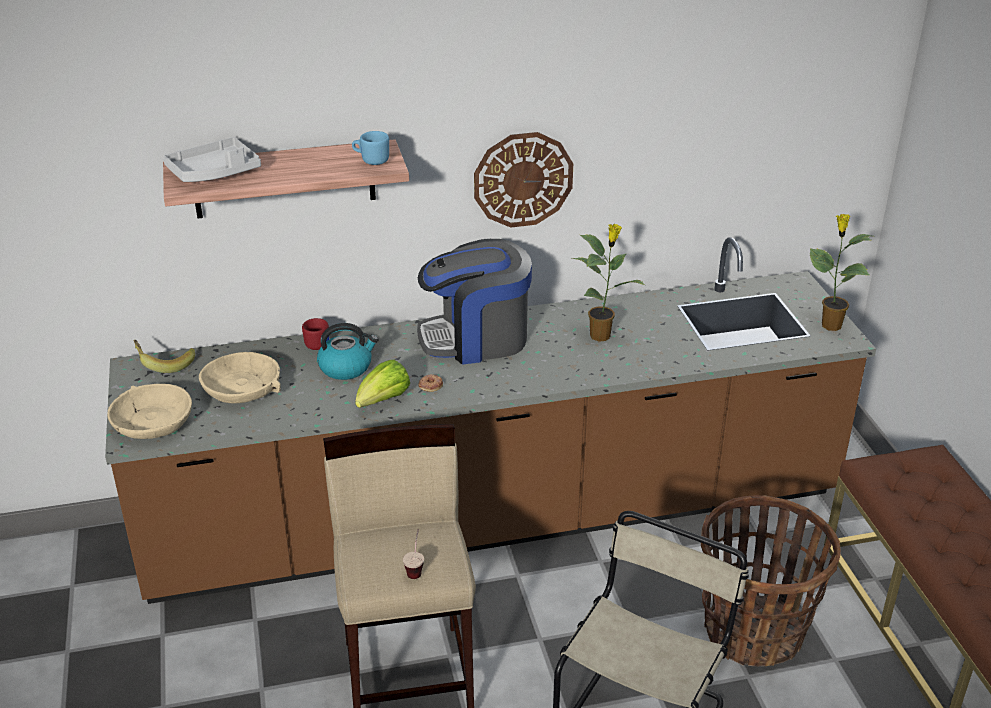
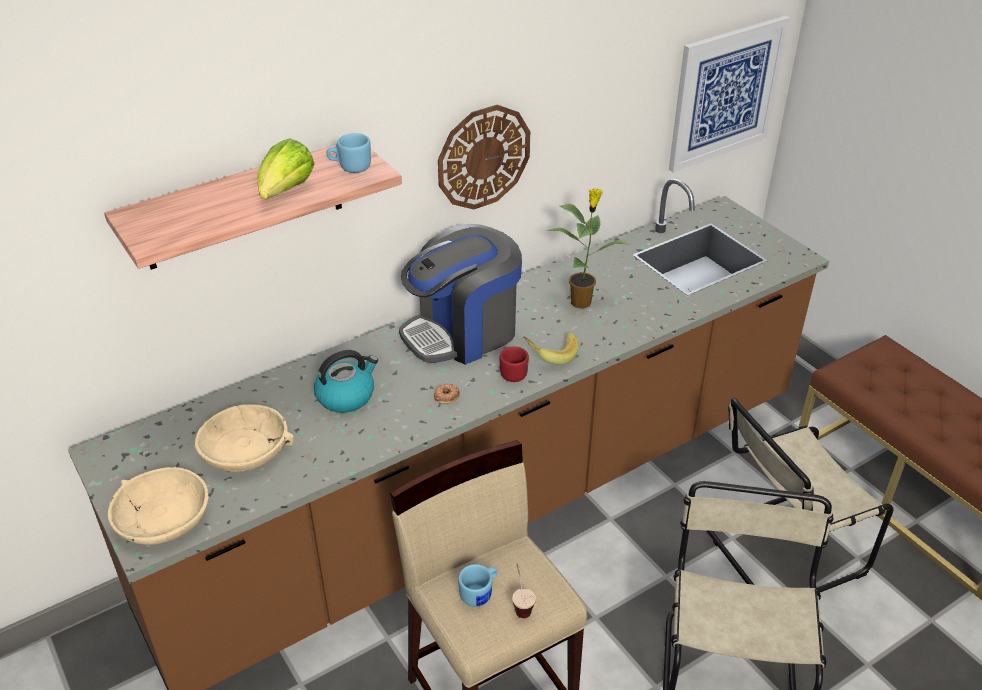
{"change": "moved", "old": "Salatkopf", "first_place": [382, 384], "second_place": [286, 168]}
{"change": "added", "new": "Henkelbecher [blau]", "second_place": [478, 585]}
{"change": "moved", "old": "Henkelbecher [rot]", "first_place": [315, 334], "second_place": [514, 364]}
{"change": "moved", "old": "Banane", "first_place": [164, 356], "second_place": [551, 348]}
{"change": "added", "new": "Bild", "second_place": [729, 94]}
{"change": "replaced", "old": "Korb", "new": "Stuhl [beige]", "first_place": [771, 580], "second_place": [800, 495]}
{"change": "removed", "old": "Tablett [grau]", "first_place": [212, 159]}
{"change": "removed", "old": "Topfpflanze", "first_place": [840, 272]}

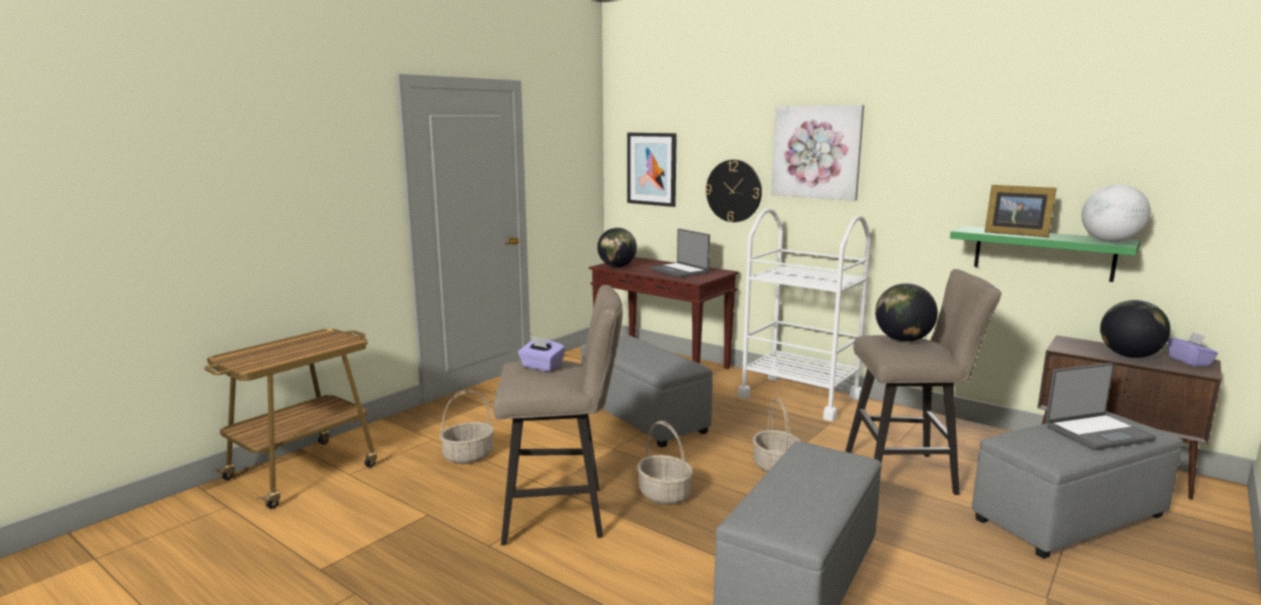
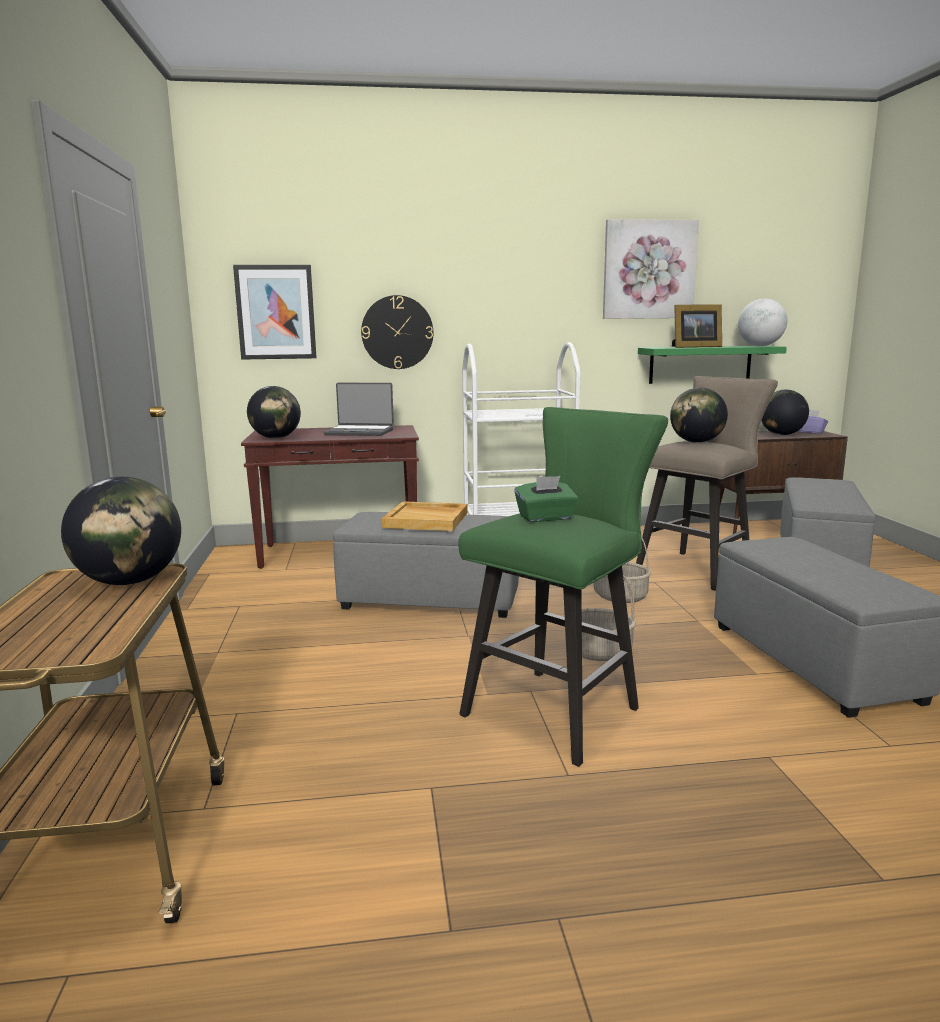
{"change": "added", "new": "Globus", "second_place": [121, 531]}
{"change": "added", "new": "Tablett [beige]", "second_place": [425, 516]}
{"change": "recoloured", "old": "Hocker [beige]", "new": "Hocker [grün]", "first_place": [558, 415], "second_place": [563, 587]}
{"change": "recoloured", "old": "Taschentuchbox [lila]", "new": "Taschentuchbox [grün]", "first_place": [541, 354], "second_place": [546, 499]}
{"change": "moved", "old": "Bild", "first_place": [817, 153], "second_place": [651, 269]}
{"change": "removed", "old": "Korb", "first_place": [466, 427]}
{"change": "removed", "old": "Laptop", "first_place": [1100, 406]}

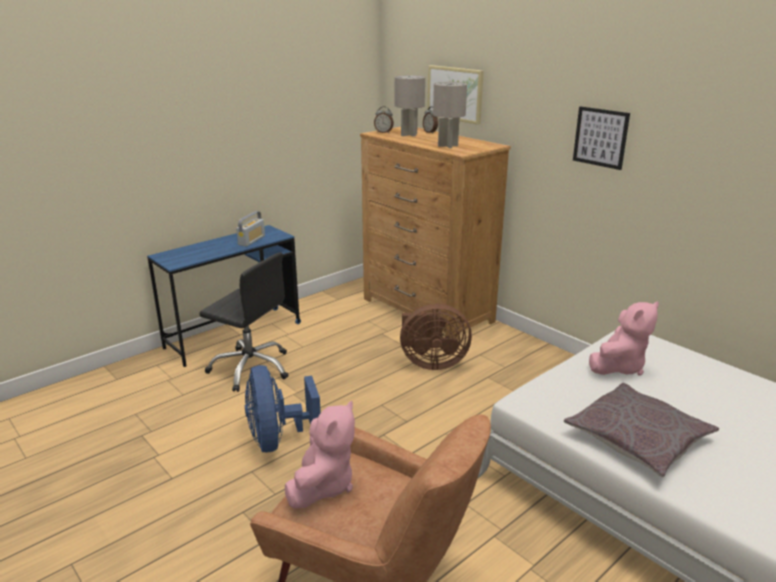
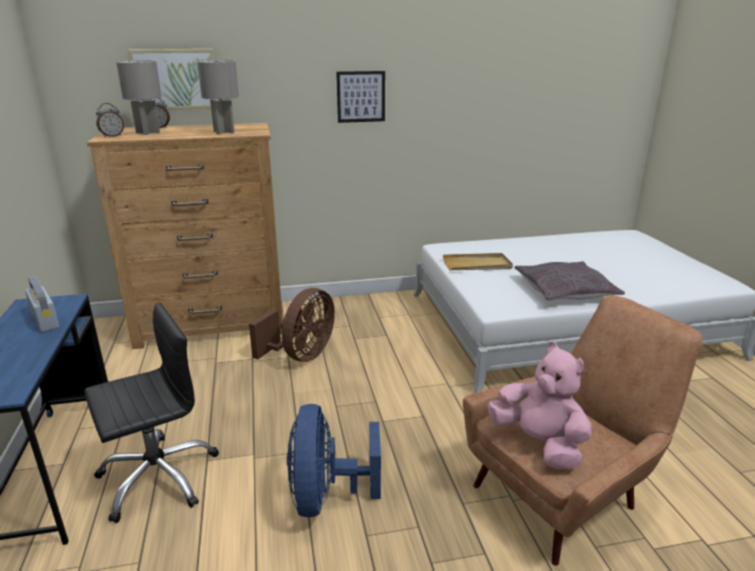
{"change": "turned", "old": "Ventilator [blau]", "first_place": [283, 408], "second_place": [334, 460], "degrees": 75}
{"change": "replaced", "old": "Plüschtier [rosa]", "new": "Tablett [beige]", "first_place": [624, 338], "second_place": [478, 261]}

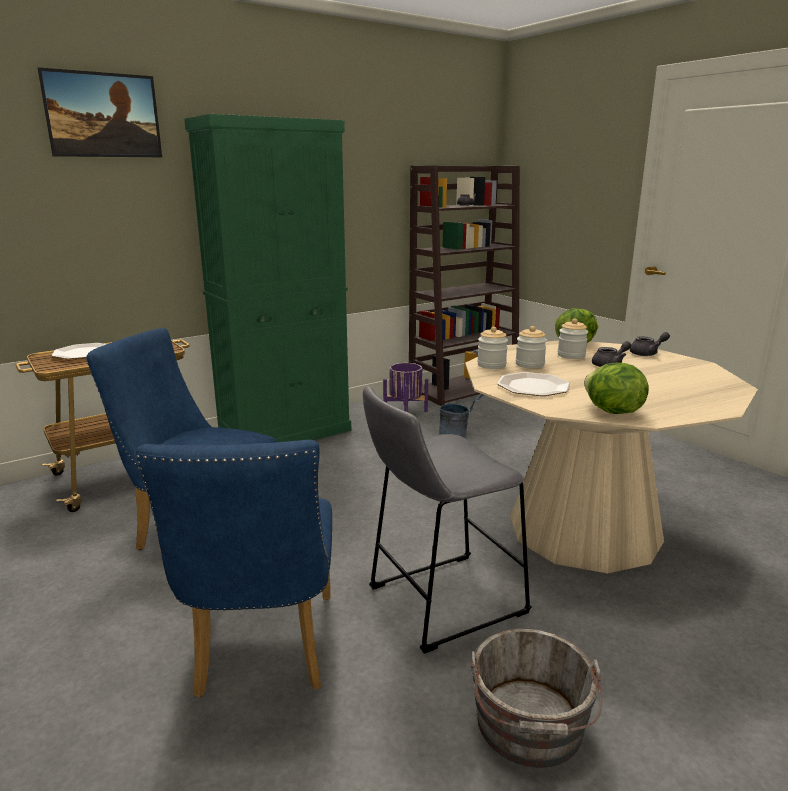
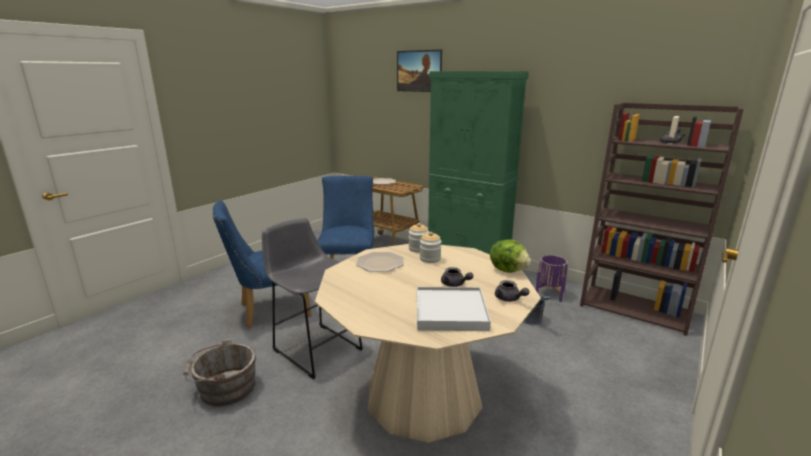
{"change": "added", "new": "Tablett [weiß]", "second_place": [454, 309]}
{"change": "removed", "old": "Vorratsglas", "first_place": [572, 339]}
{"change": "removed", "old": "Salatkopf", "first_place": [616, 388]}

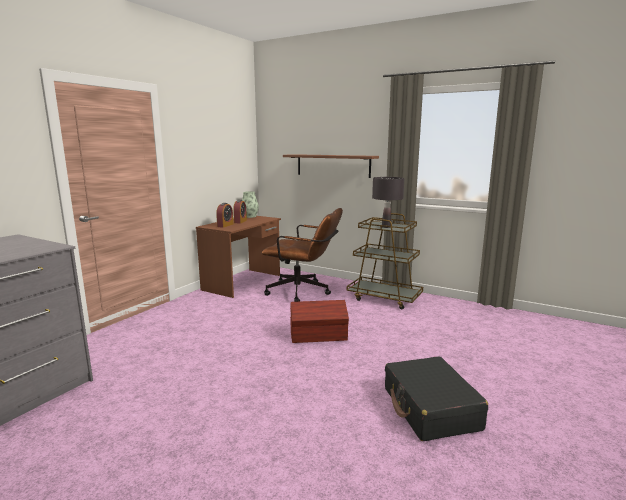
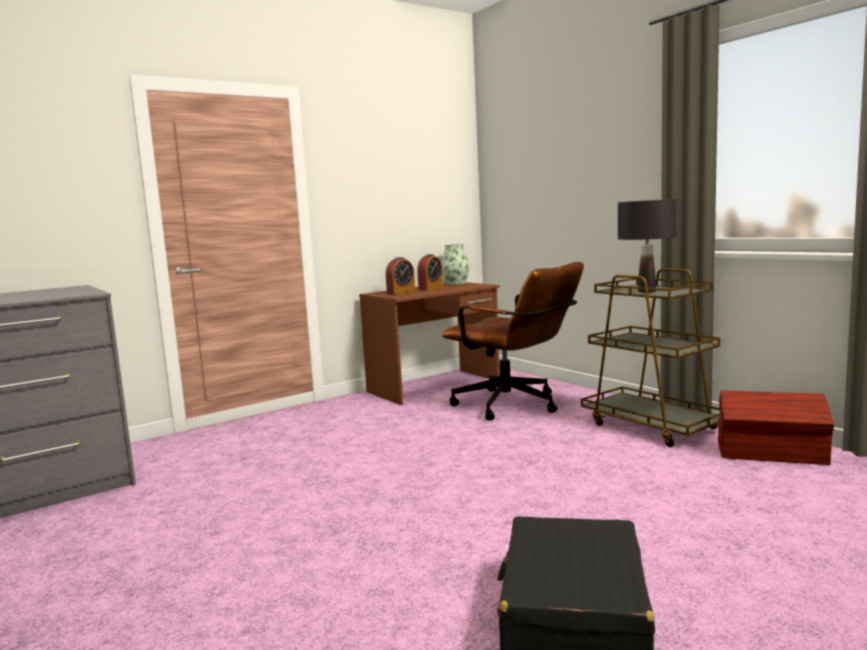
{"change": "moved", "old": "Aufbewahrungsbox [braun]", "first_place": [319, 321], "second_place": [776, 428]}
{"change": "removed", "old": "Wandregal [braun]", "first_place": [331, 166]}

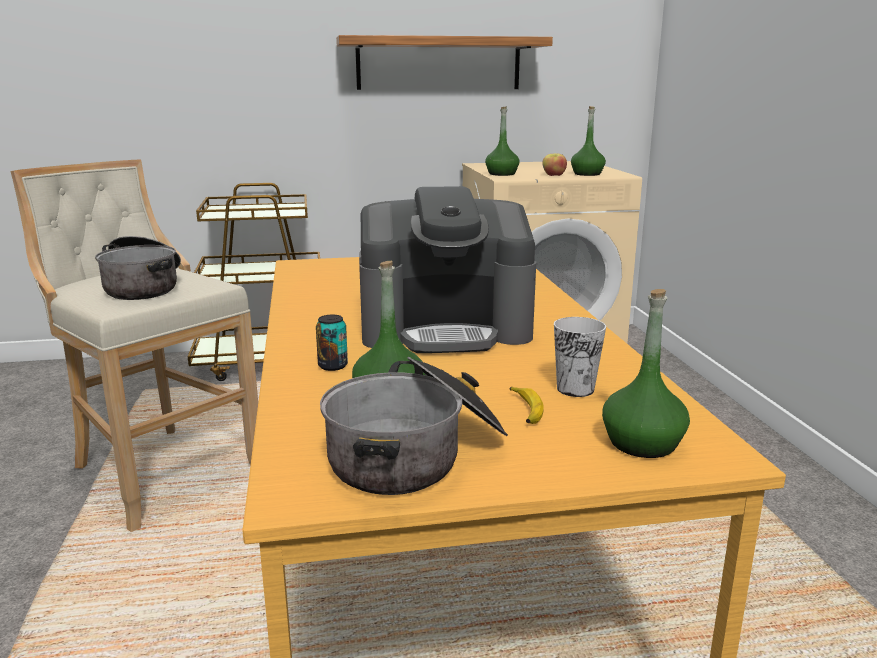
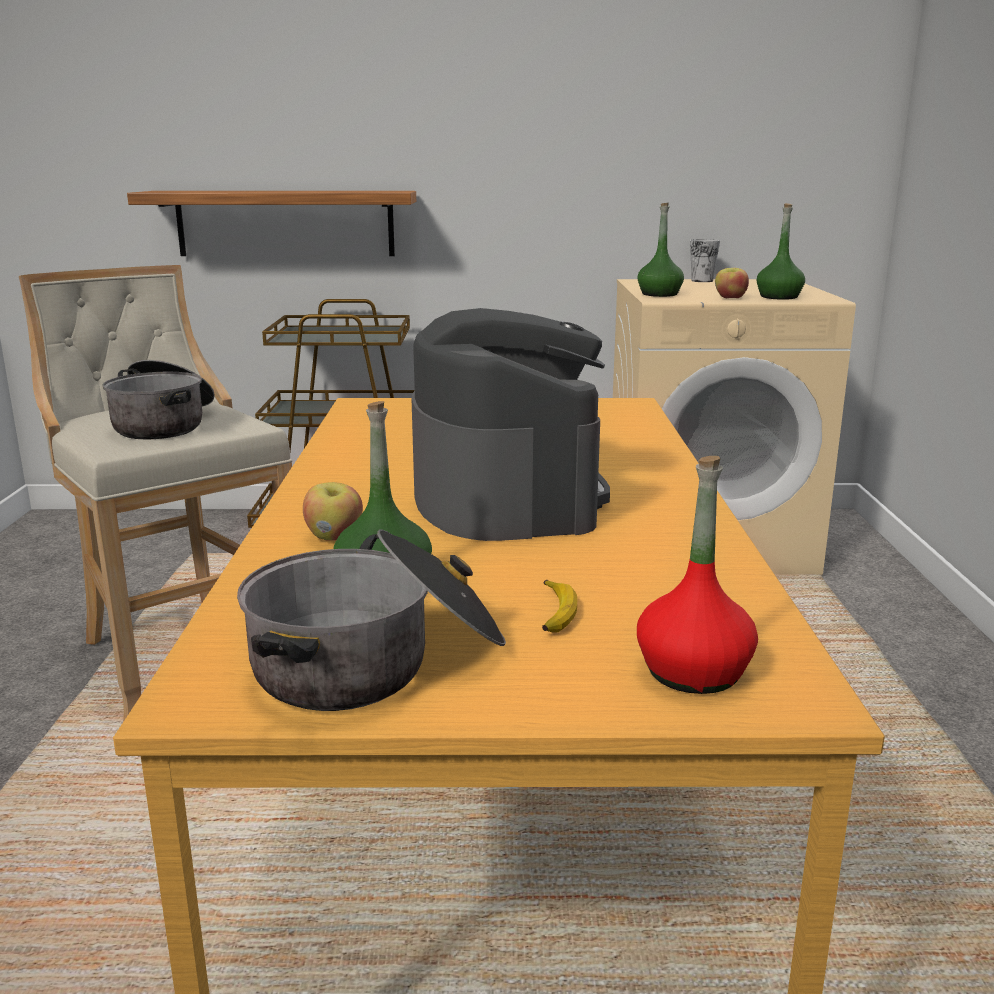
{"change": "moved", "old": "Wandregal", "first_place": [444, 62], "second_place": [271, 223]}
{"change": "replaced", "old": "Dose", "new": "Apfel", "first_place": [332, 343], "second_place": [333, 511]}
{"change": "turned", "old": "Kaffeemaschine", "first_place": [447, 269], "second_place": [510, 424], "degrees": -105}
{"change": "recoloured", "old": "Flasche [grün]", "new": "Flasche [rot]", "first_place": [646, 373], "second_place": [697, 575]}
{"change": "moved", "old": "Tasse", "first_place": [580, 357], "second_place": [705, 260]}

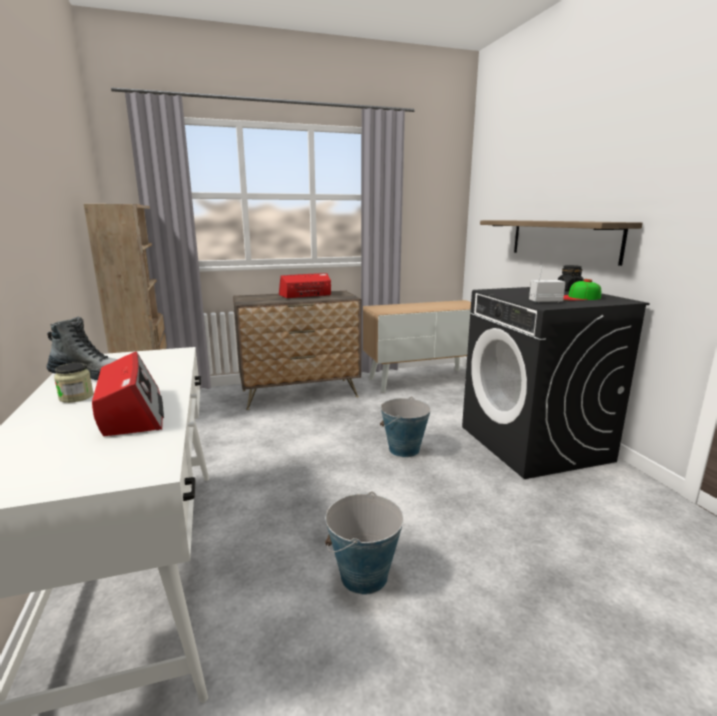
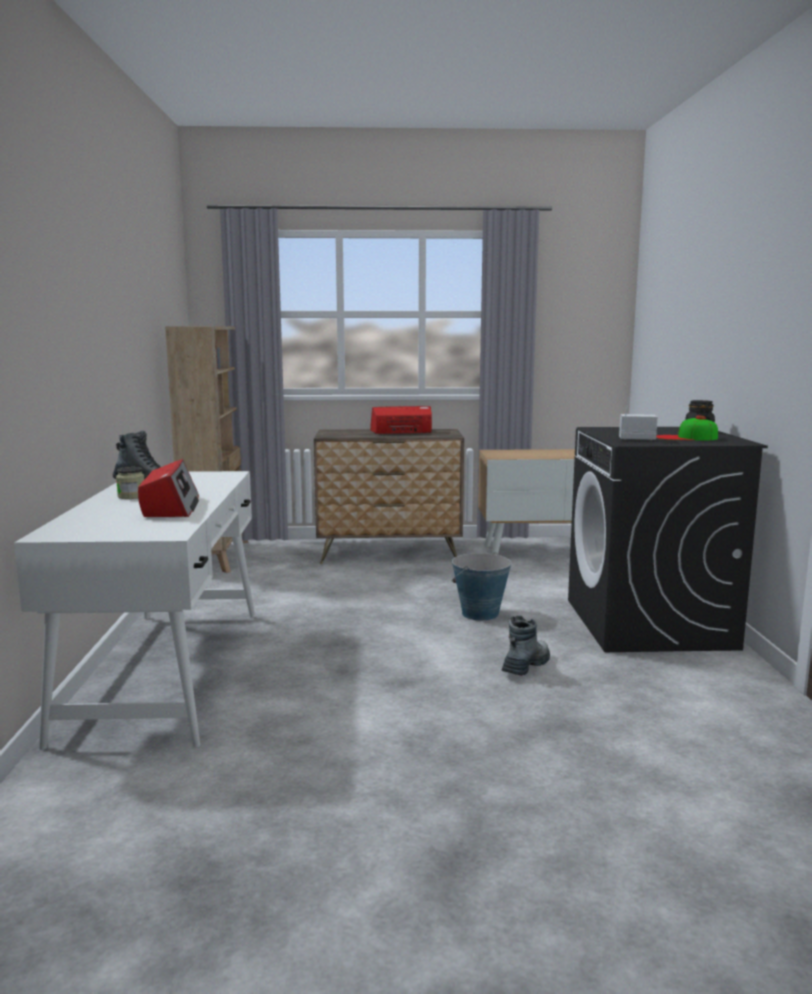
{"change": "added", "new": "Stiefel", "second_place": [526, 645]}
{"change": "removed", "old": "Eimer", "first_place": [364, 543]}
{"change": "removed", "old": "Wandregal", "first_place": [561, 243]}

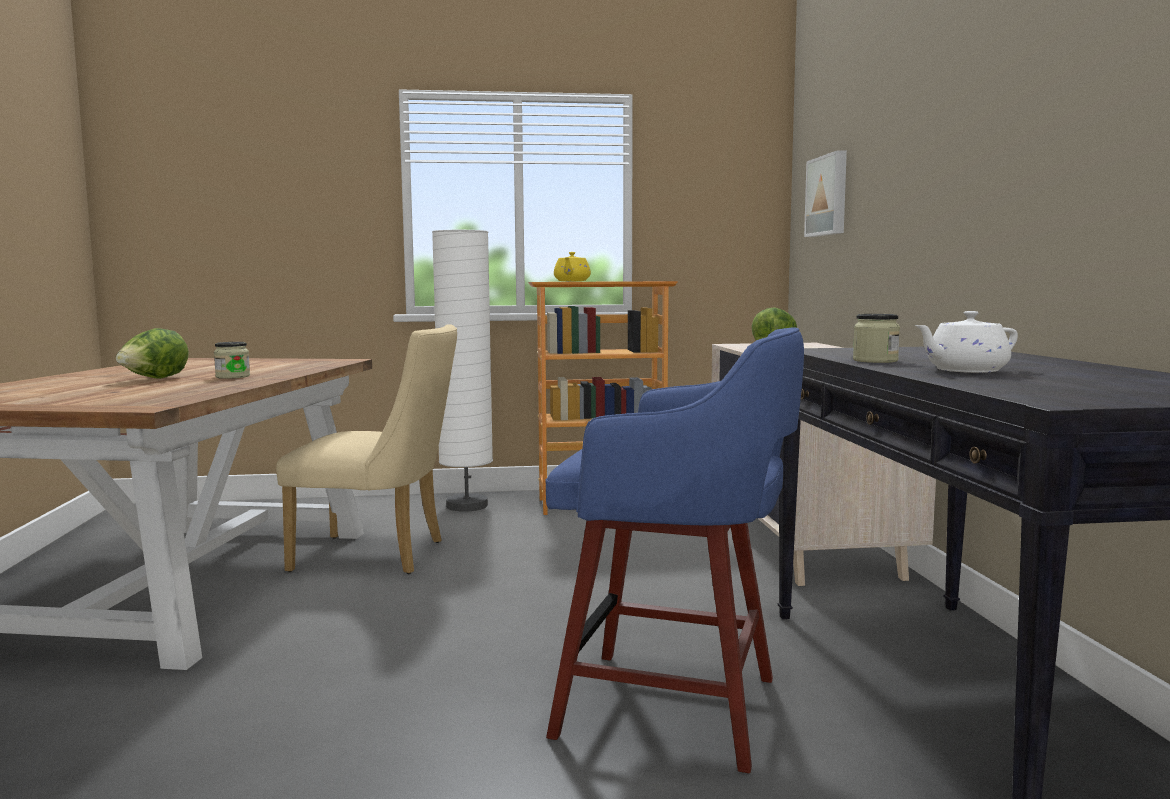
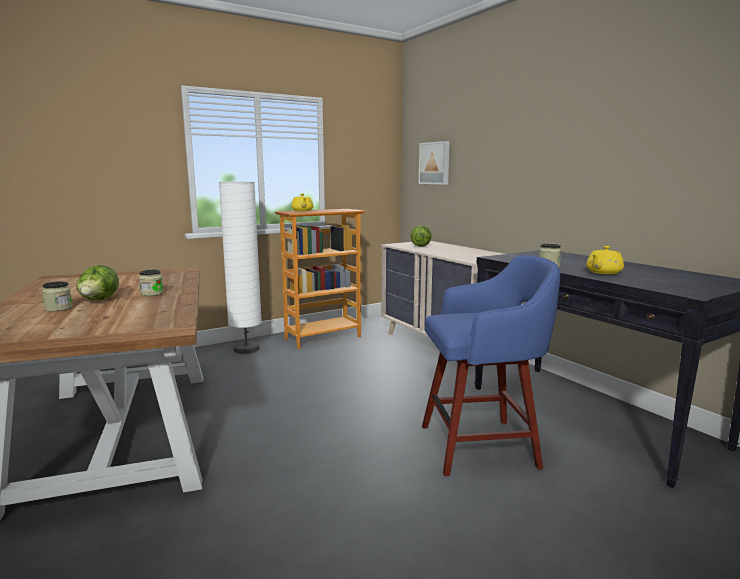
{"change": "added", "new": "Vorratsglas", "second_place": [57, 296]}
{"change": "recoloured", "old": "Teekanne [weiß]", "new": "Teekanne [gelb]", "first_place": [966, 342], "second_place": [605, 260]}
{"change": "removed", "old": "Stuhl [beige]", "first_place": [366, 449]}

